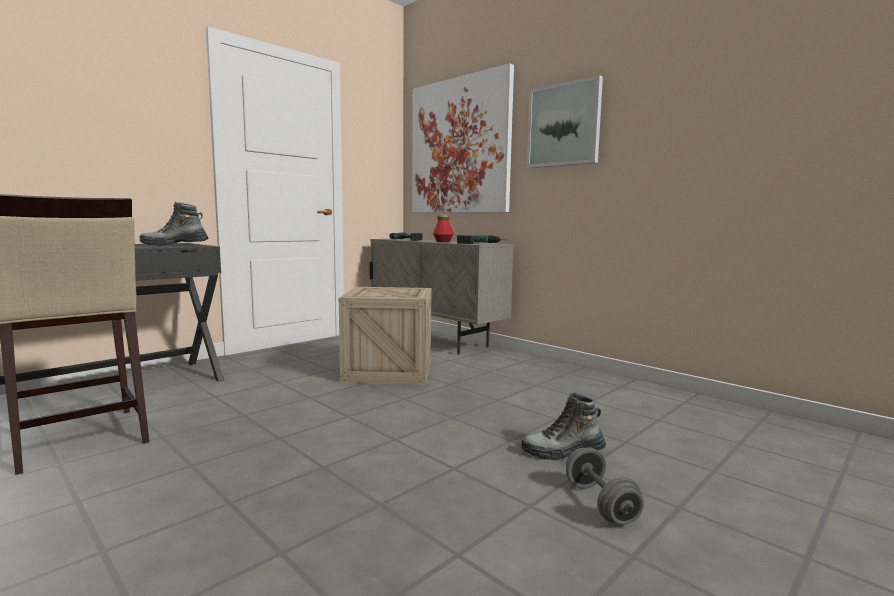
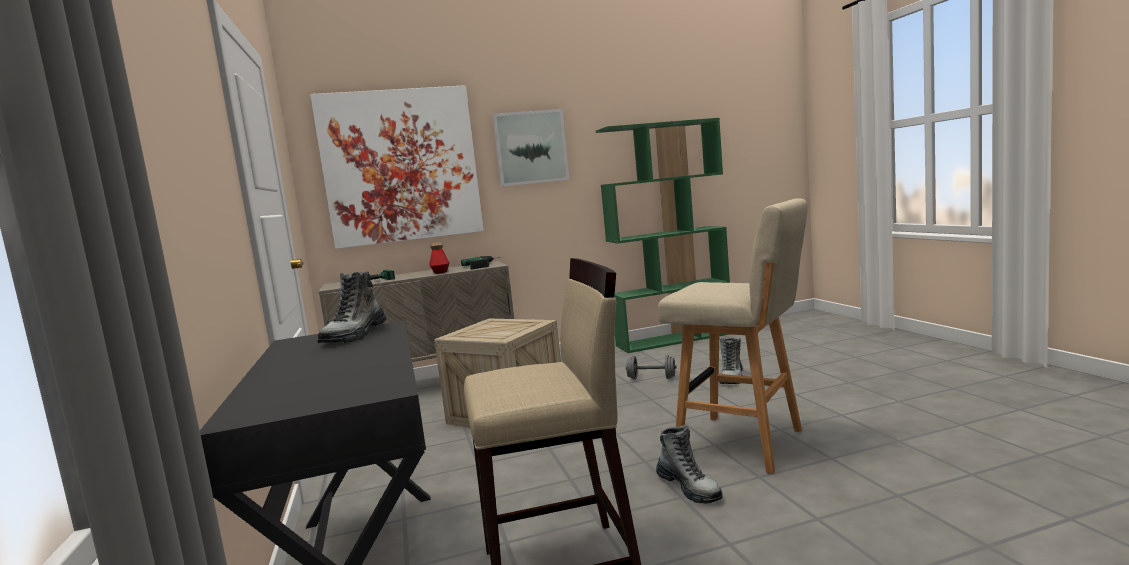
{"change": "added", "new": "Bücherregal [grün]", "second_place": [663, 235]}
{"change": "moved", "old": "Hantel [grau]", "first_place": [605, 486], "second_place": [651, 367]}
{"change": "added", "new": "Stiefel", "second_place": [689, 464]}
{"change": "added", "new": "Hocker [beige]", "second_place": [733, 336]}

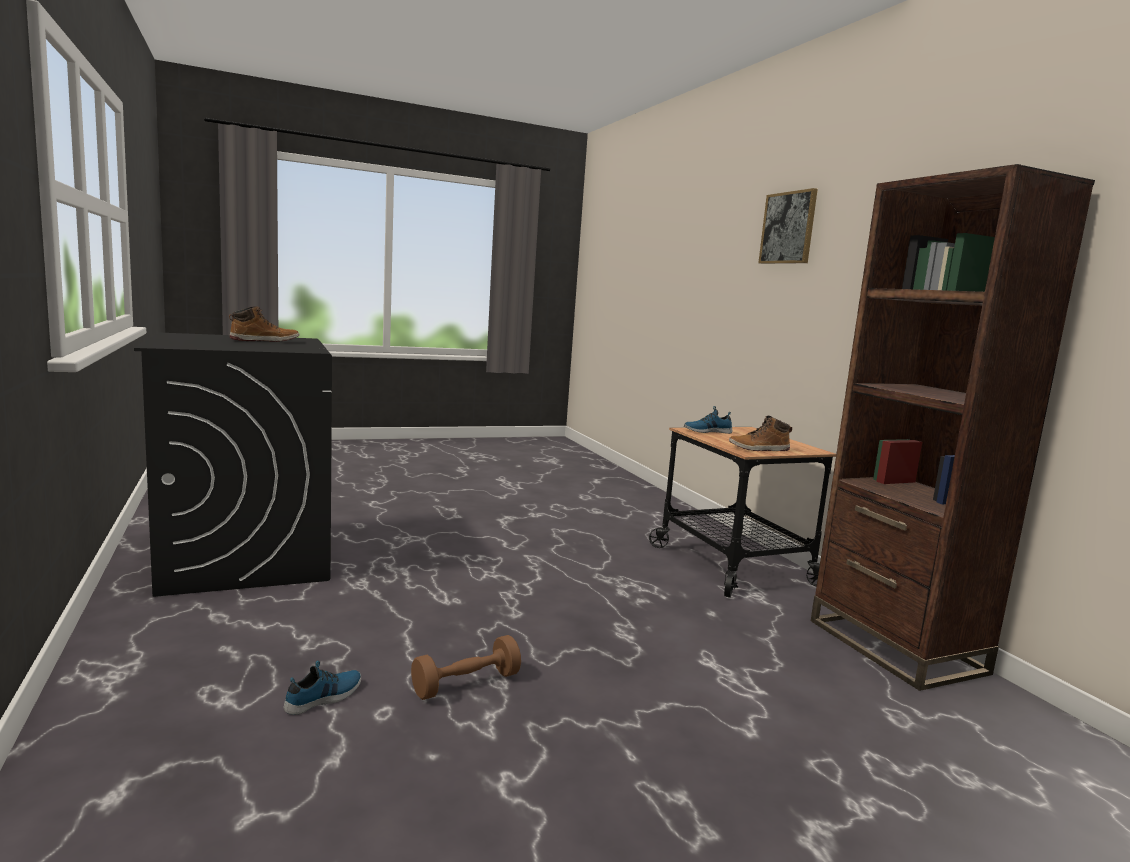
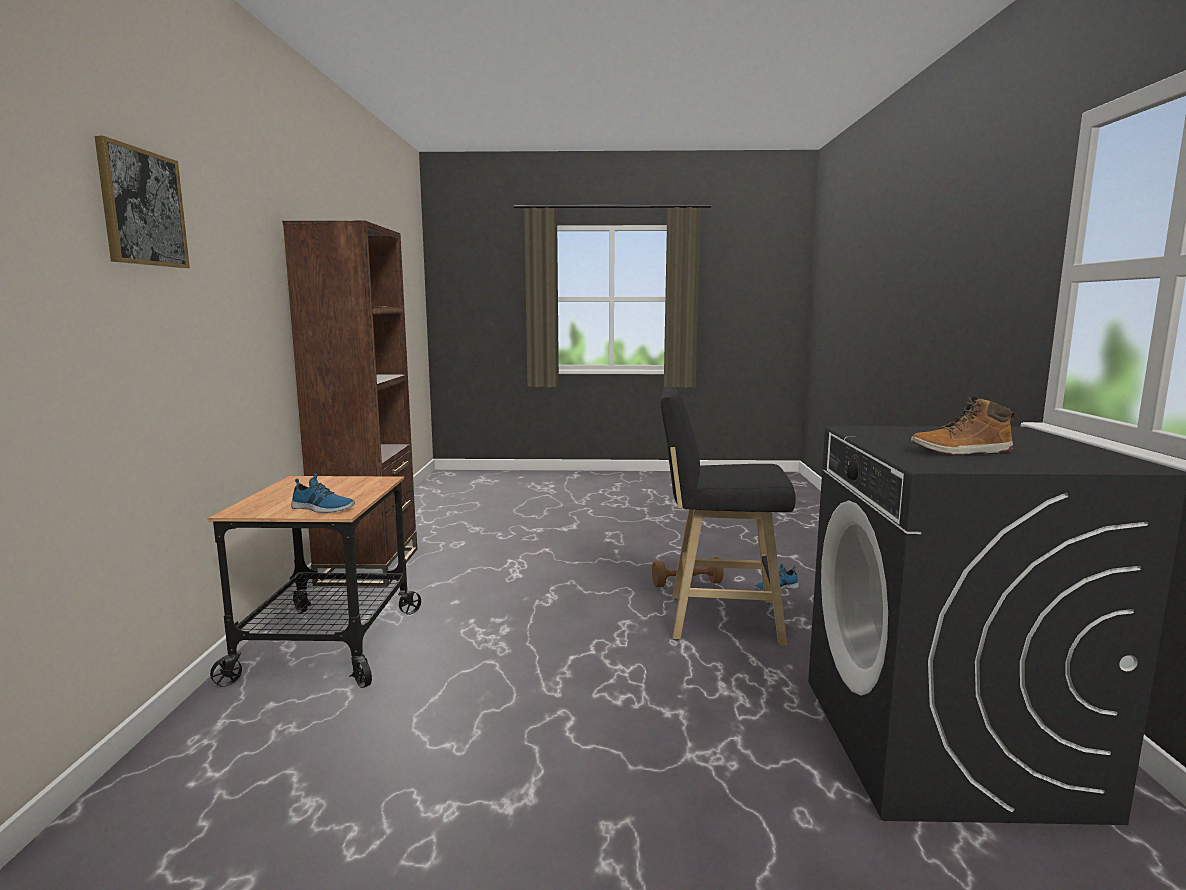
{"change": "added", "new": "Hocker [schwarz]", "second_place": [728, 516]}
{"change": "removed", "old": "Stiefel", "first_place": [760, 433]}

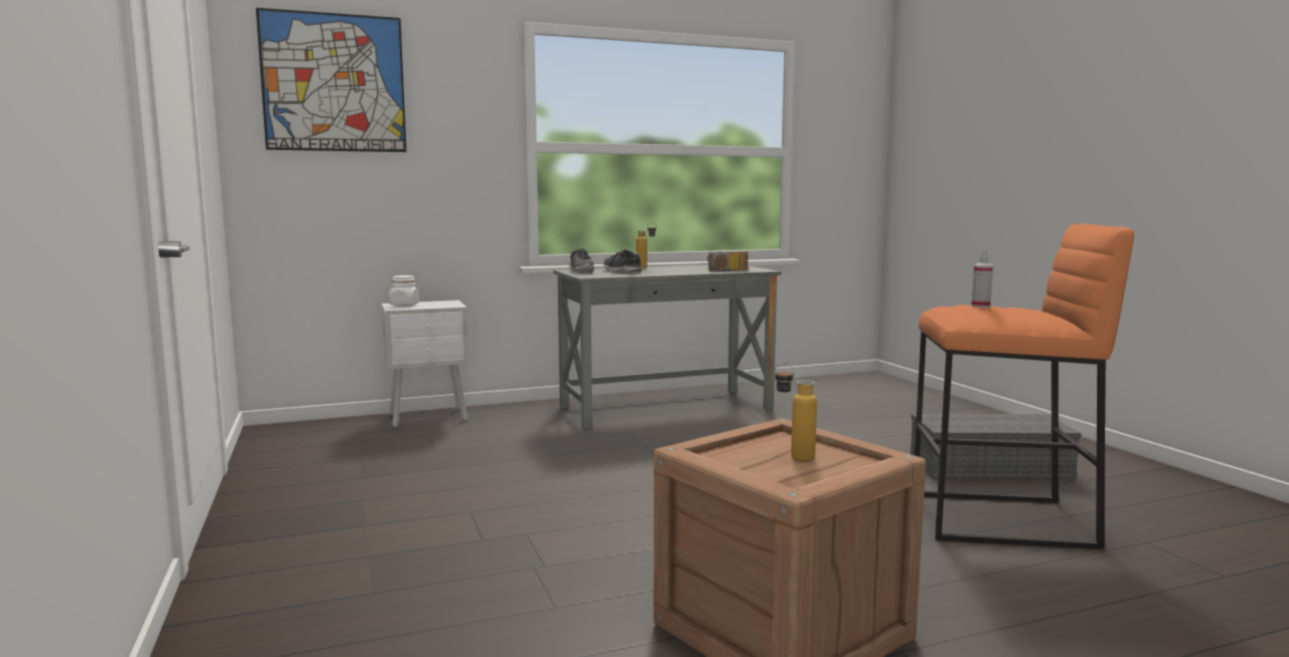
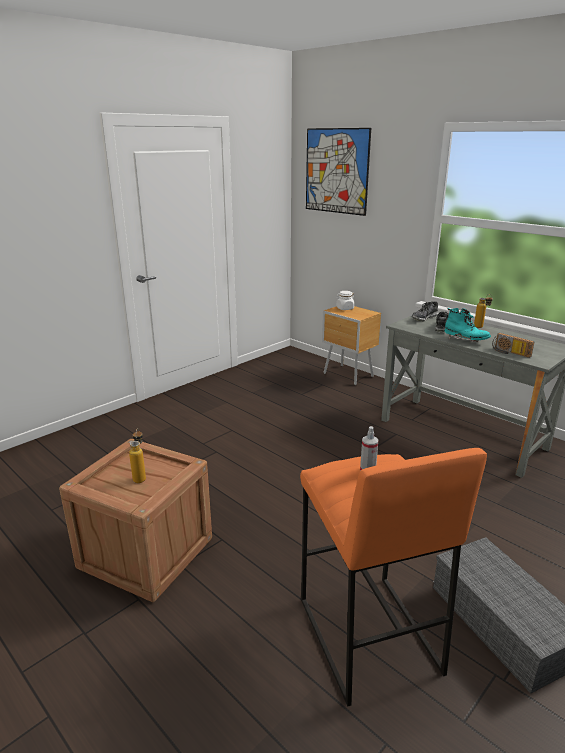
{"change": "recoloured", "old": "Nachttisch [weiß]", "new": "Nachttisch [braun]", "first_place": [425, 364], "second_place": [351, 345]}
{"change": "added", "new": "Stiefel [türkis]", "second_place": [468, 325]}

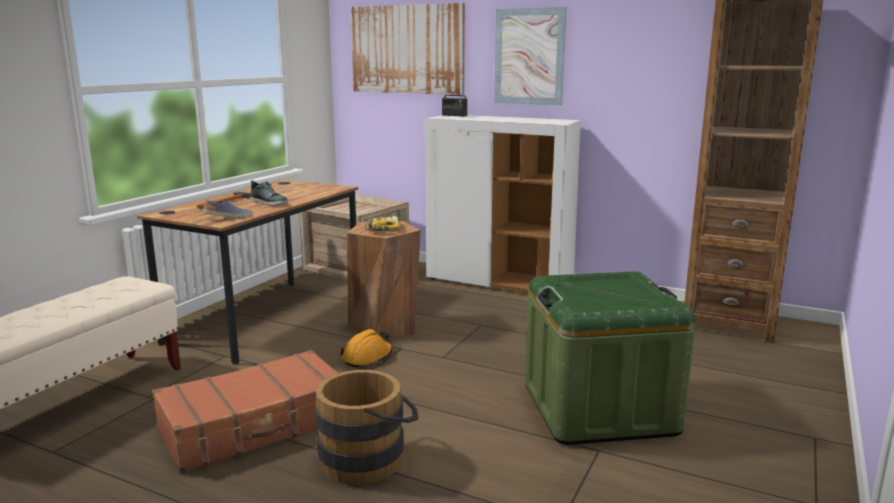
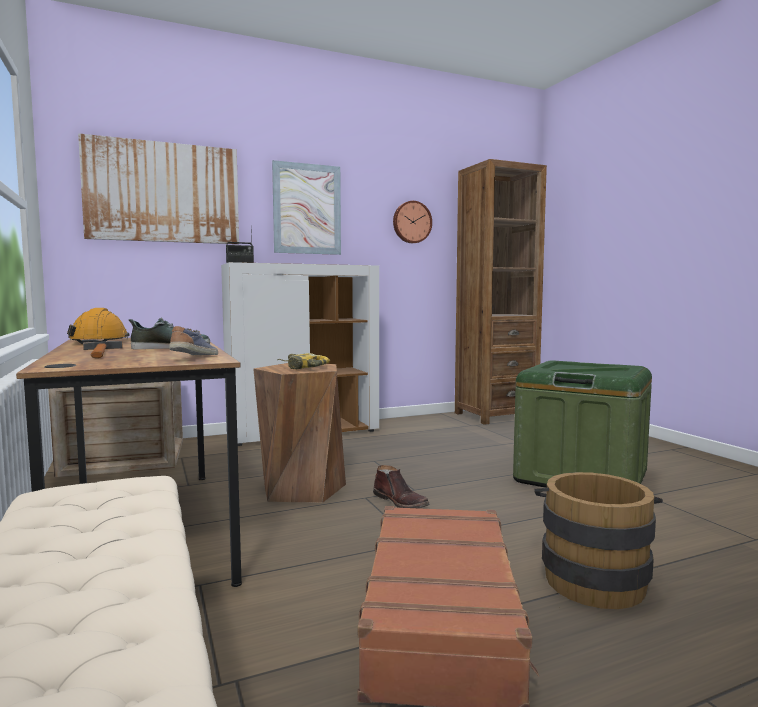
{"change": "moved", "old": "Schutzhelm [orange]", "first_place": [366, 348], "second_place": [98, 326]}
{"change": "added", "new": "Stiefel [braun]", "second_place": [401, 486]}
{"change": "added", "new": "Wanduhr", "second_place": [412, 222]}

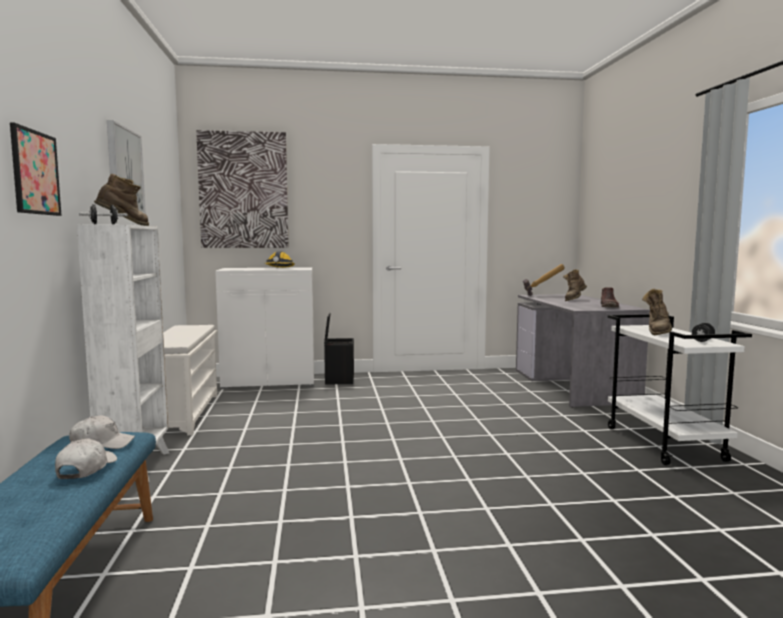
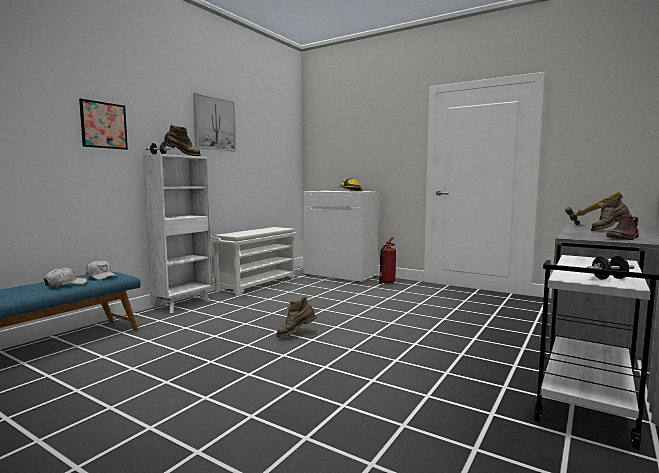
{"change": "moved", "old": "Stiefel [braun]", "first_place": [657, 312], "second_place": [296, 317]}
{"change": "replaced", "old": "Aufbewahrungsbox [schwarz]", "new": "Feuerlöscher", "first_place": [339, 348], "second_place": [387, 260]}
{"change": "removed", "old": "Bild", "first_place": [242, 189]}

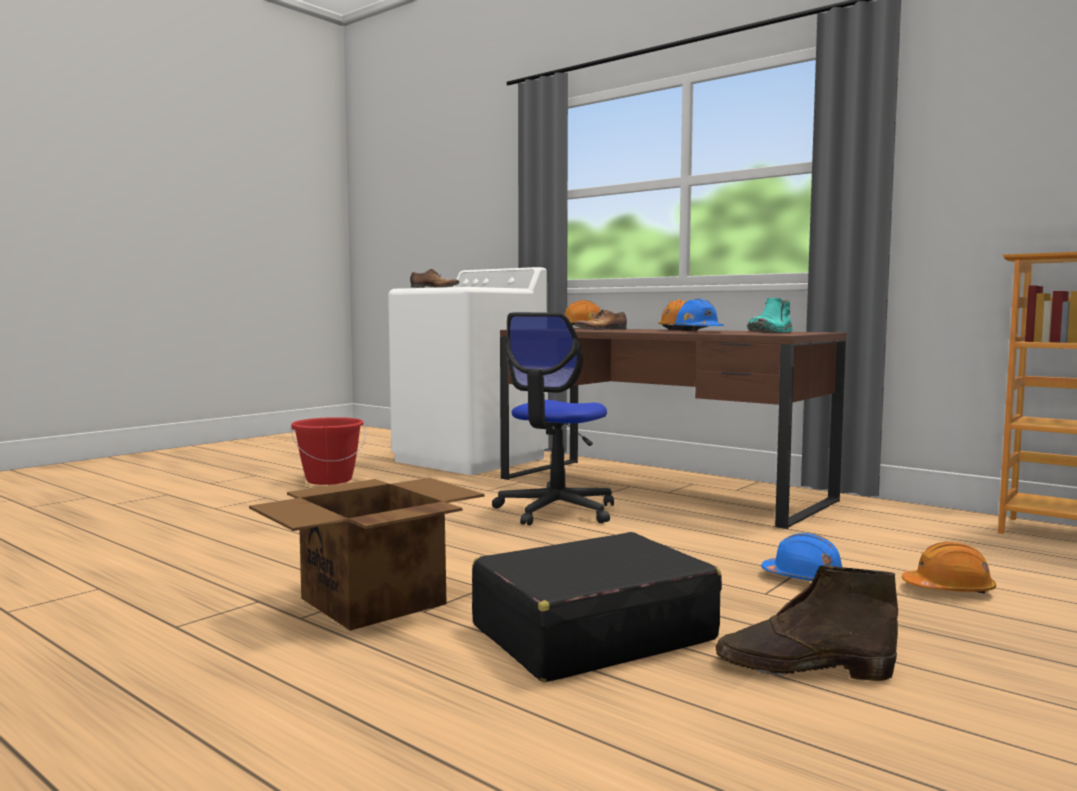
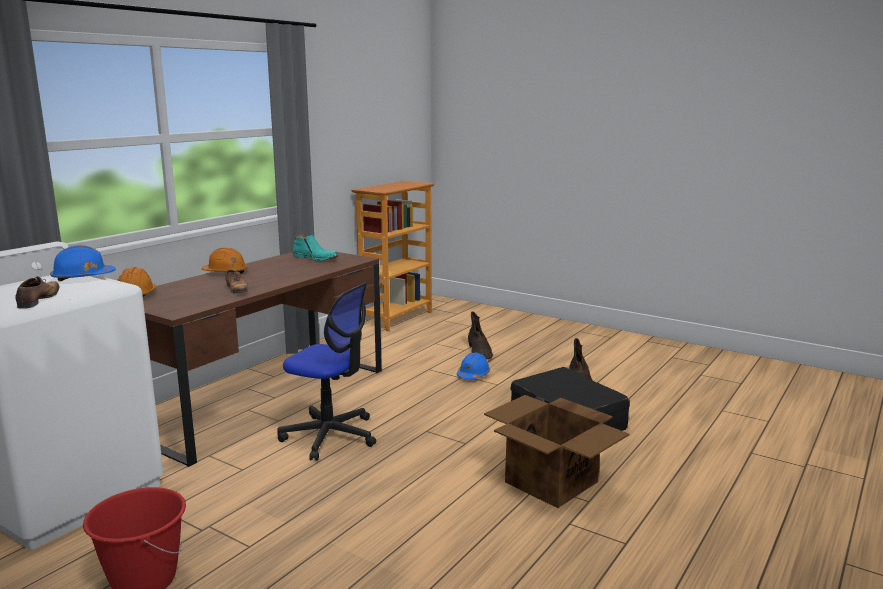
{"change": "moved", "old": "Schutzhelm [blau]", "first_place": [699, 314], "second_place": [83, 263]}
{"change": "replaced", "old": "Schutzhelm [orange]", "new": "Stiefel [braun]", "first_place": [949, 568], "second_place": [480, 335]}

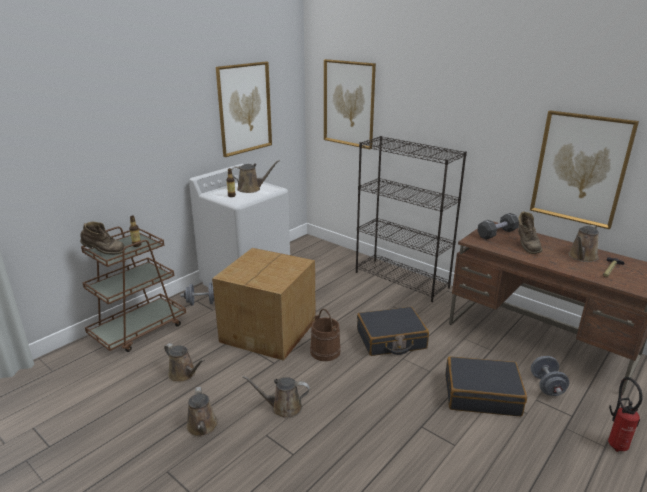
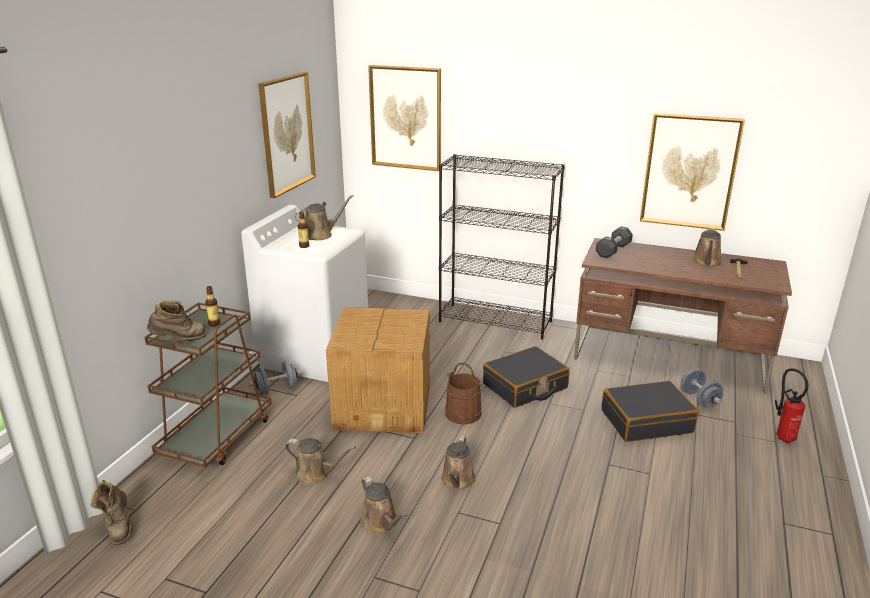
{"change": "moved", "old": "Stiefel [braun]", "first_place": [530, 232], "second_place": [112, 512]}
{"change": "turned", "old": "Gießkanne [braun]", "first_place": [276, 397], "second_place": [458, 463], "degrees": -60}

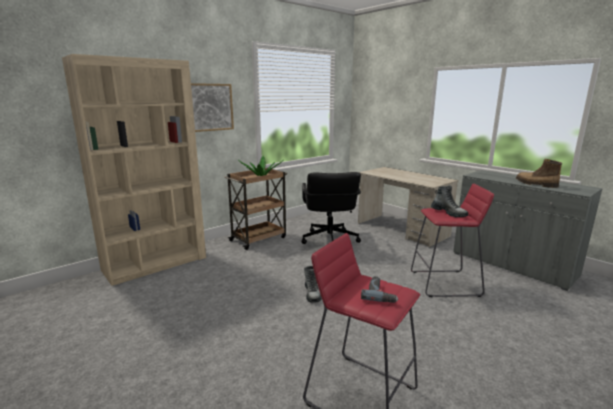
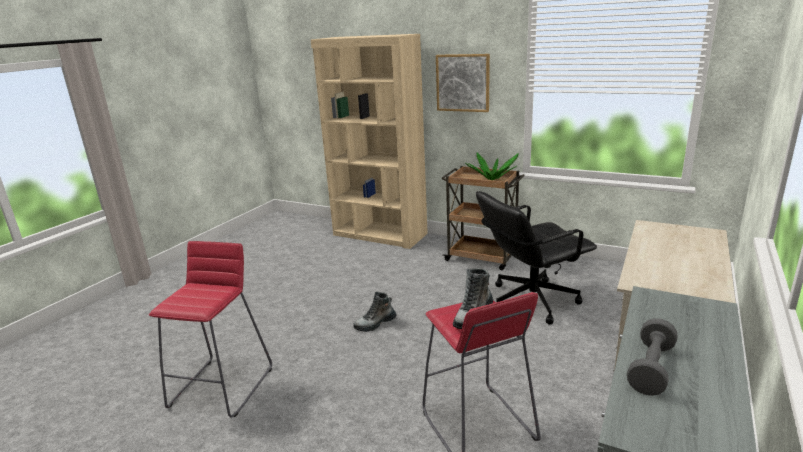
{"change": "replaced", "old": "Stiefel", "new": "Hantel [grau]", "first_place": [539, 173], "second_place": [652, 357]}
{"change": "removed", "old": "Bohrmaschine", "first_place": [379, 289]}

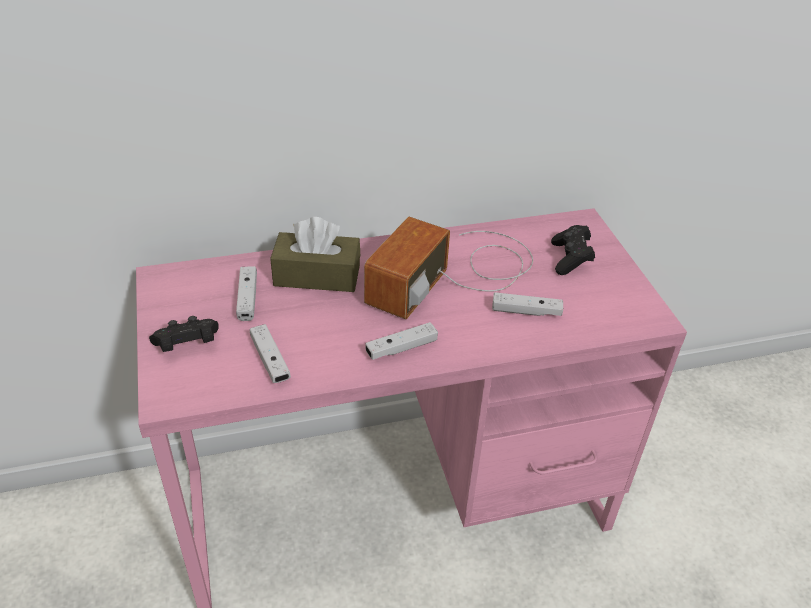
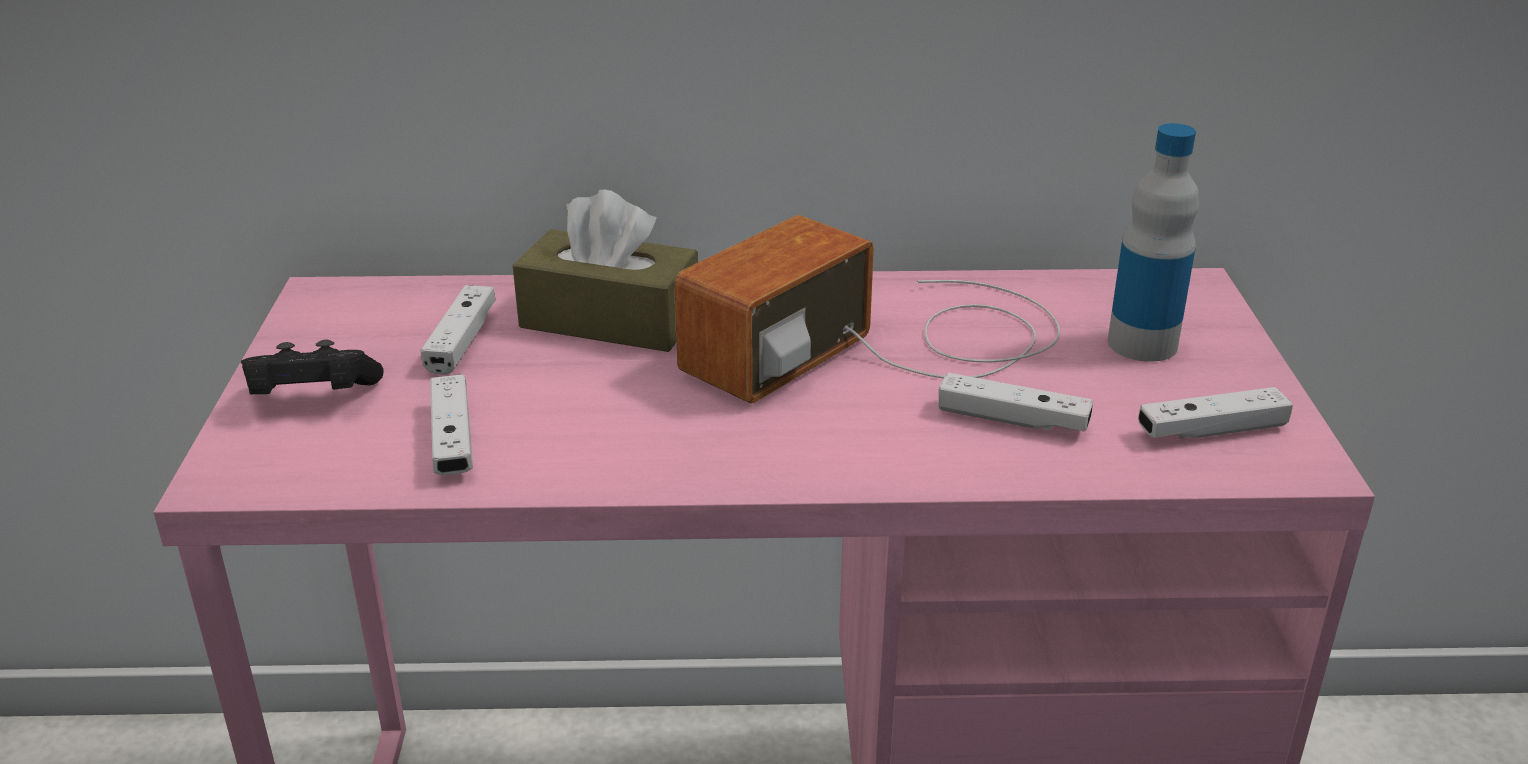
{"change": "replaced", "old": "Gamepad [schwarz]", "new": "Flasche", "first_place": [573, 250], "second_place": [1153, 242]}
{"change": "moved", "old": "Gamepad [weiß]", "first_place": [401, 341], "second_place": [1215, 413]}

